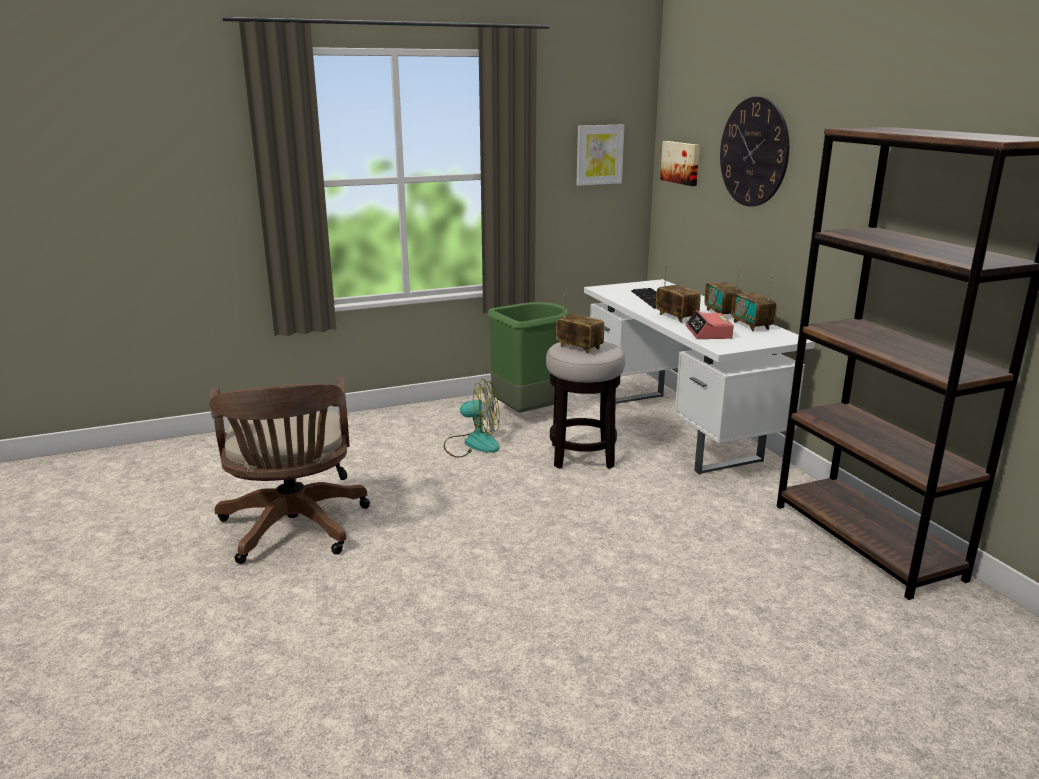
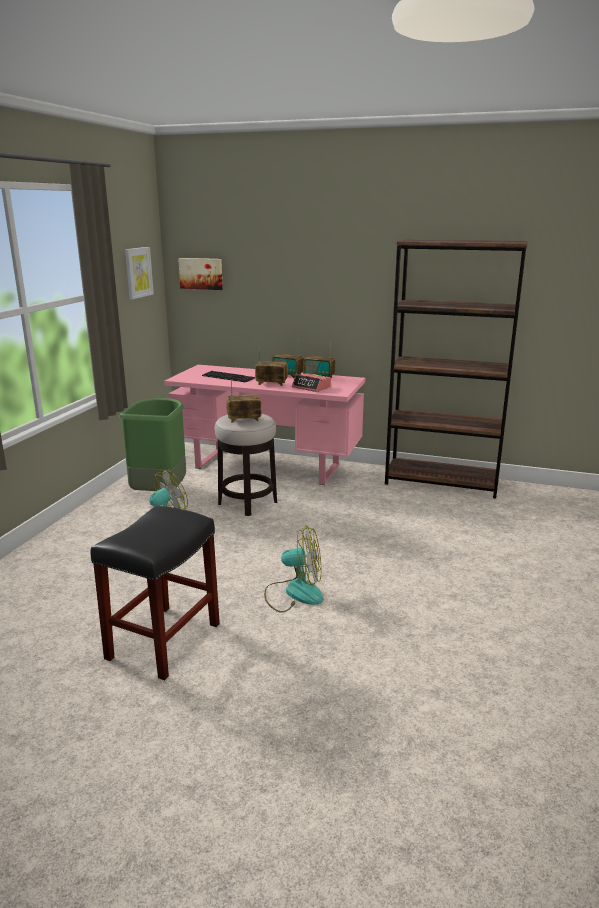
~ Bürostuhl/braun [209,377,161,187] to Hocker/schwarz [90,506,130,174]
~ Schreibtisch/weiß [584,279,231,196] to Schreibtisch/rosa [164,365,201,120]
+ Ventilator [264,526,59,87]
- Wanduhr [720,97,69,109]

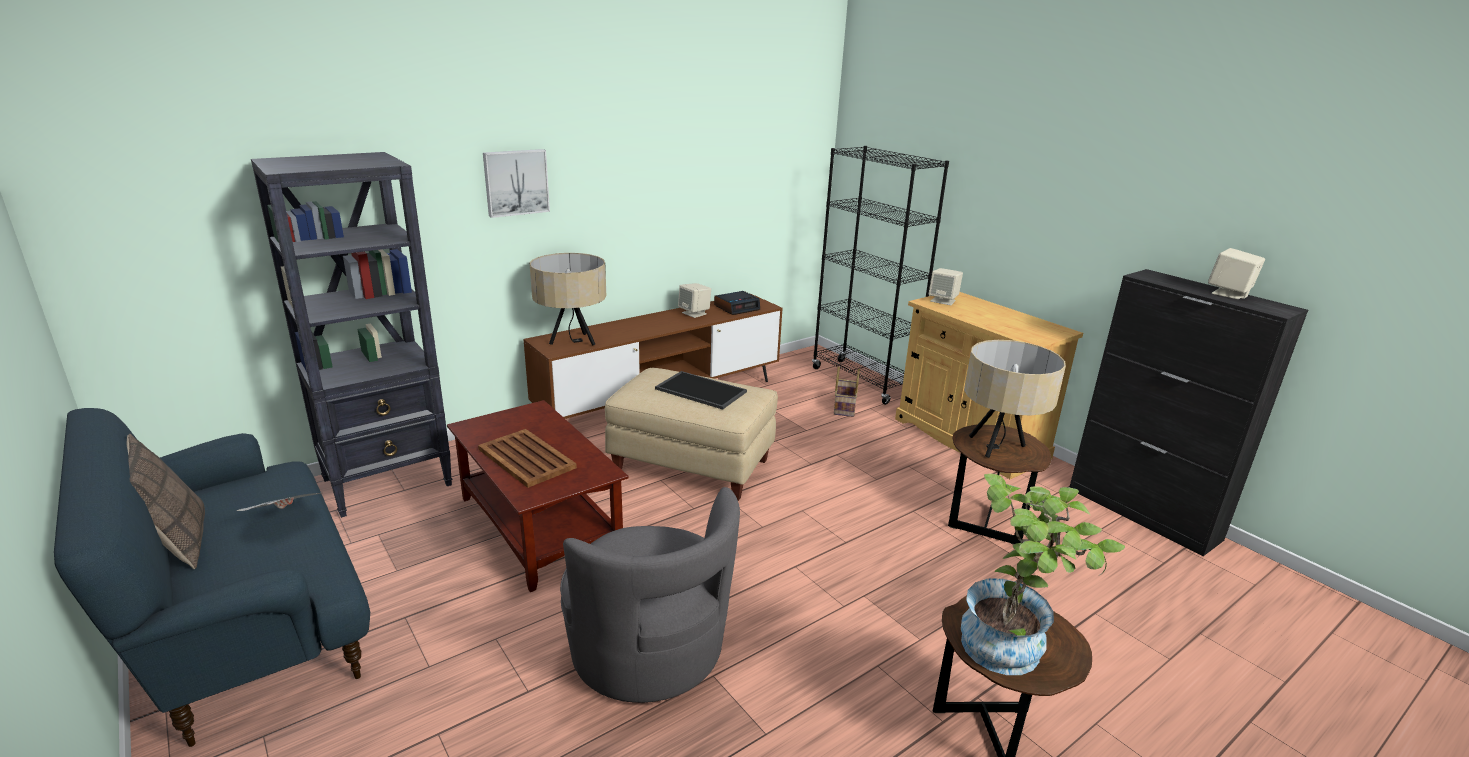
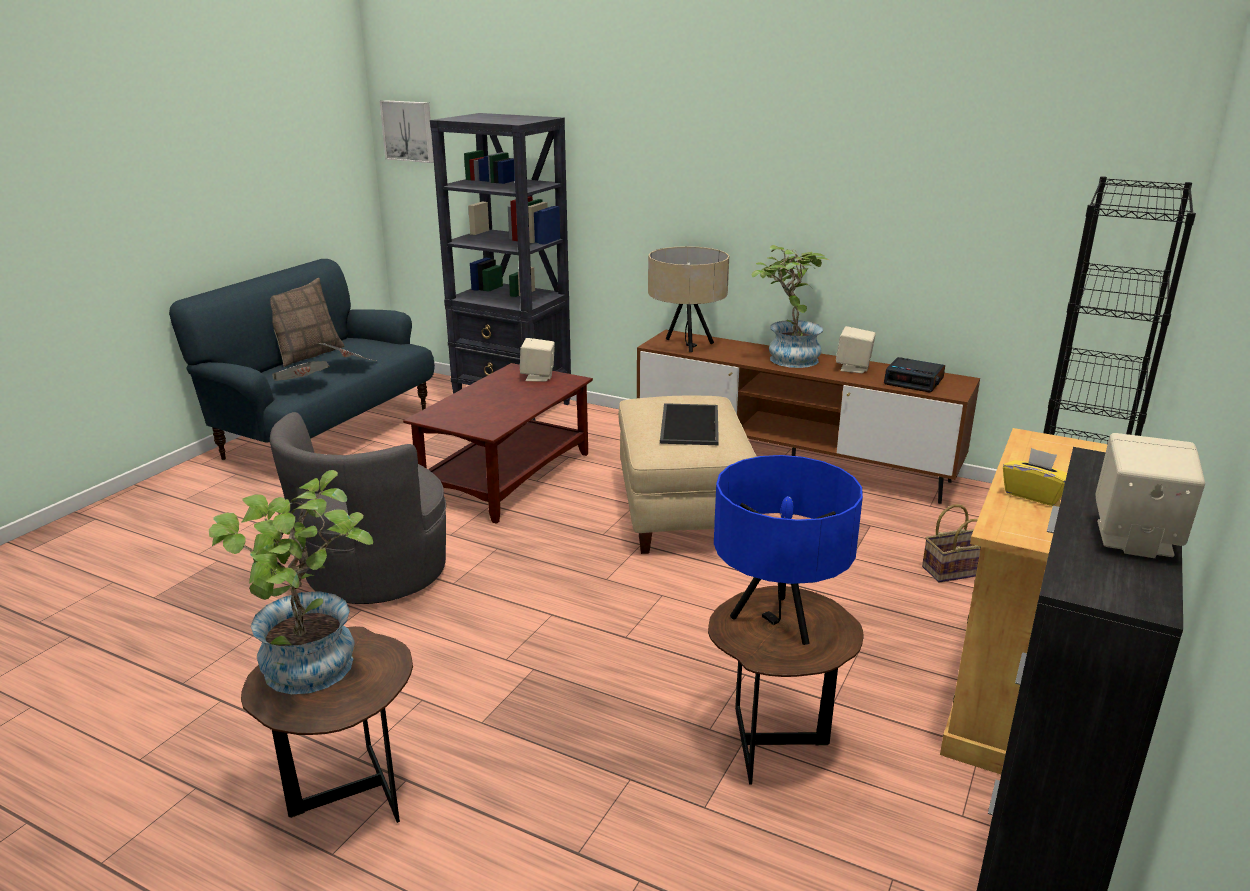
+ Zeitung [272,361,58,20]
~ Bild [483,149,67,69] to [380,100,54,63]
~ Lautsprecher/beige [929,268,34,37] to [520,338,35,44]
~ Tischlampe/beige [964,340,102,118] to Tischlampe/blau [714,455,149,190]
+ Topfpflanze [752,245,77,123]
+ Taschentuchbox/gelb [1003,448,64,58]
- Tablett/braun [478,429,99,59]

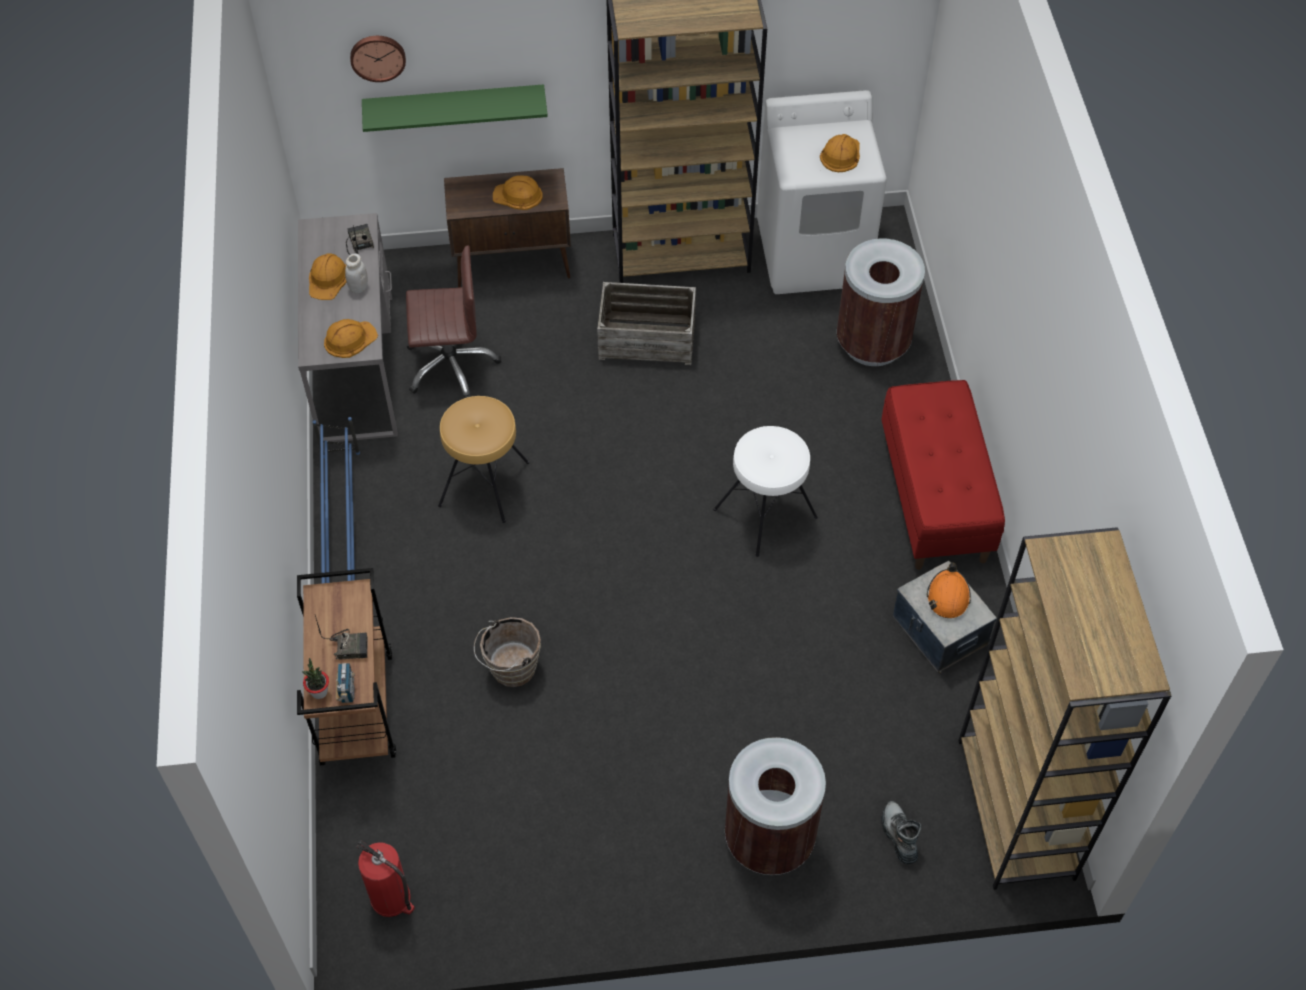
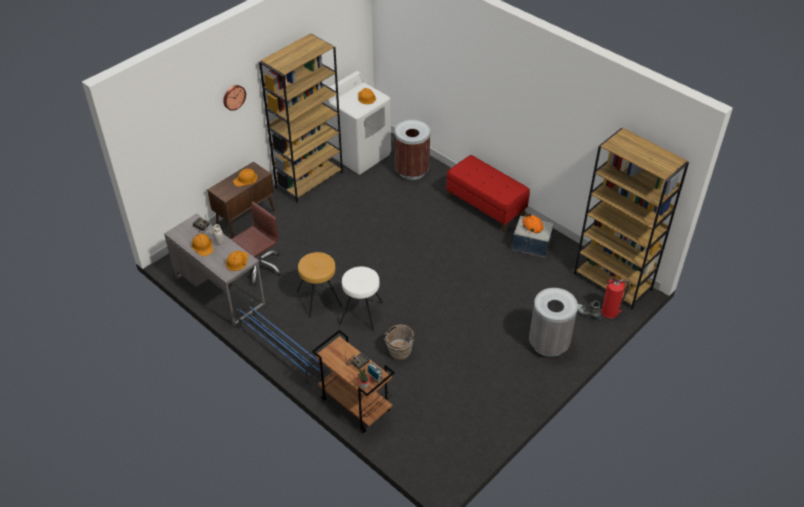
~ Wanduhr [350,36,56,46] to [223,85,23,26]
~ Hocker/weiß [713,426,105,131] to [339,267,44,64]
~ Mülleimer/braun [725,737,101,138] to Mülleimer/grau [529,288,49,69]
~ Feuerlöscher [356,840,59,77] to [601,278,28,41]
- Wandregal/grün [362,84,186,48]
- Kiste [597,282,99,83]

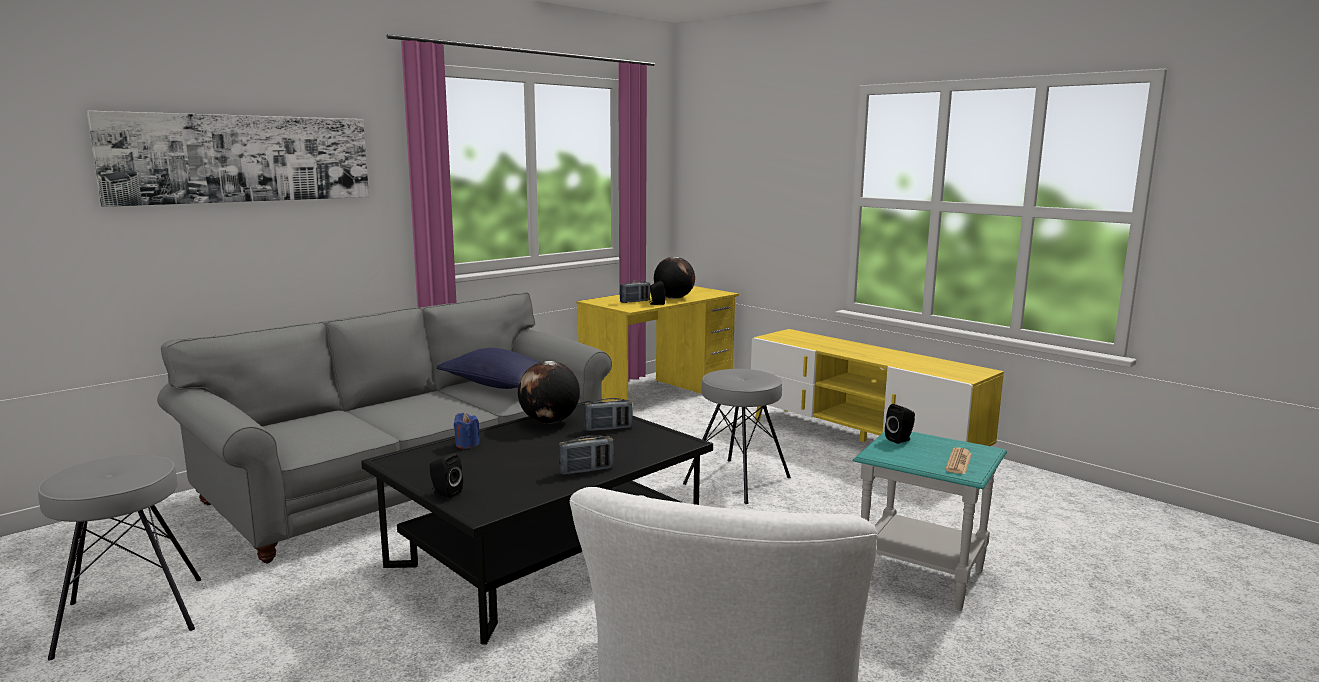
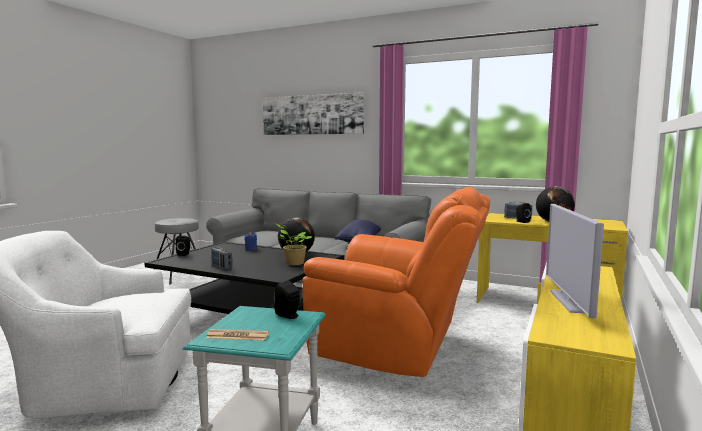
~ Radio [584,398,49,33] to Topfpflanze [276,224,36,41]
~ Hocker/grau [683,369,108,135] to Sessel/orange [303,187,187,190]
+ Fernseher [546,204,58,115]

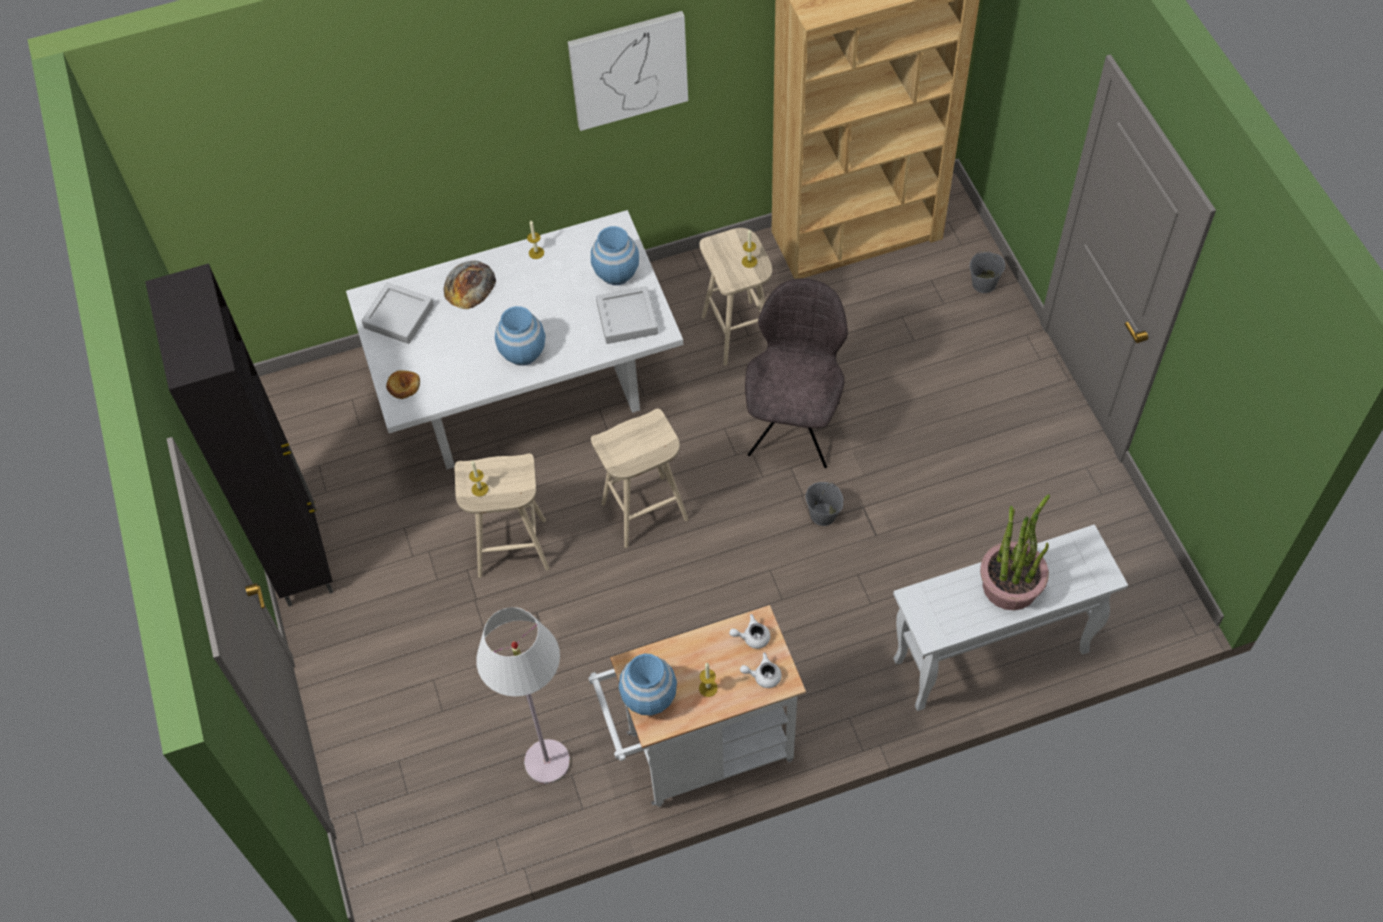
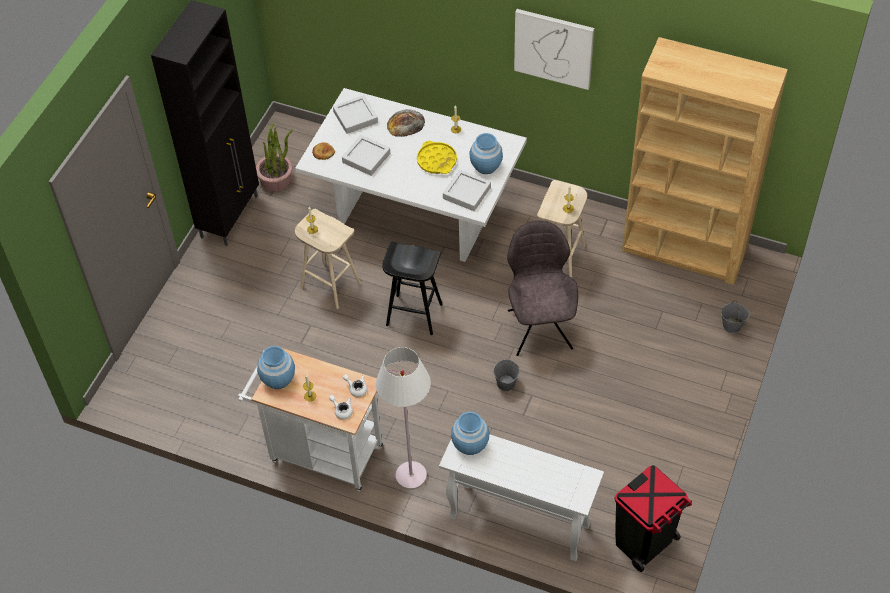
~ Topfpflanze [980,494,70,116] to [256,123,37,68]
+ Tablett/grau [342,135,48,41]
~ Stehlampe/weiß [476,607,94,177] to [376,347,55,143]
~ Hocker/beige [591,409,97,139] to Hocker/schwarz [382,242,61,93]
+ Tablett/gelb [417,141,40,33]
~ Vase/blau [495,306,50,60] to [451,412,38,43]
~ Stuhl/grau [745,278,103,190] = [507,221,71,135] 60 degrees counterclockwise
+ Mülleimer/schwarz [614,465,78,107]

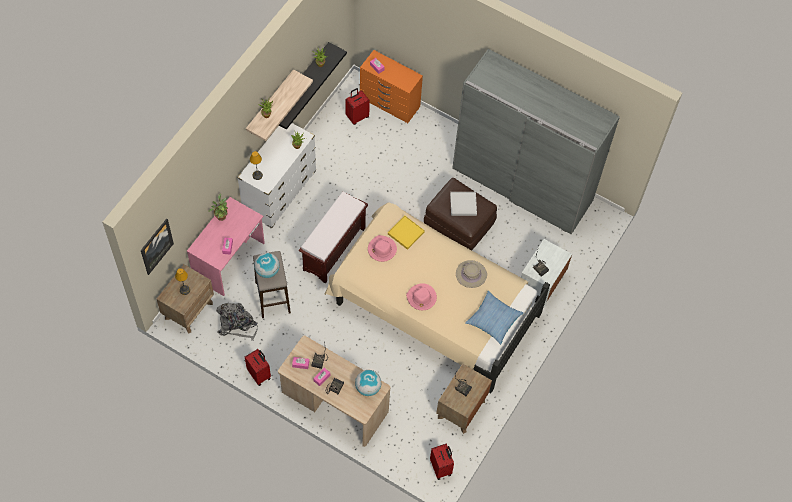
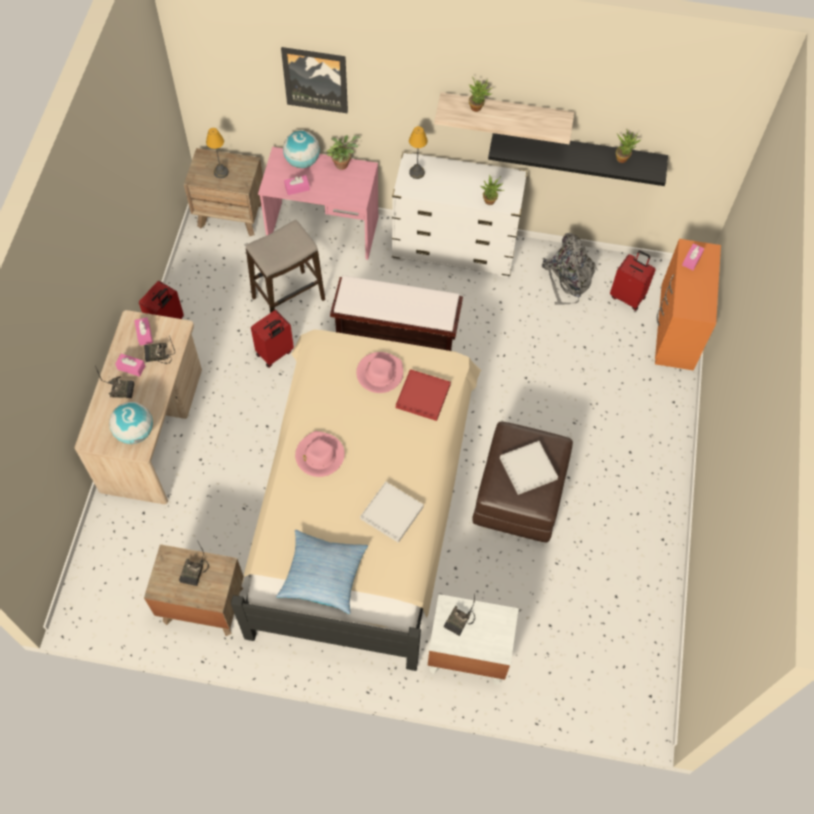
~ Koffer/rot [430,444,24,36] to [251,310,43,58]
~ Bild [141,219,33,56] to [281,47,67,66]
~ Globus [254,253,26,25] to [283,131,37,37]
~ Hut/beige [456,260,31,28] to Tablett/weiß [360,482,64,61]
~ Tablett/gelb [388,216,37,34] to Tablett/rot [396,369,55,52]
~ Rucksack/grau [216,303,42,38] to [542,233,56,72]
- Kleiderschrank/grau [452,49,168,185]

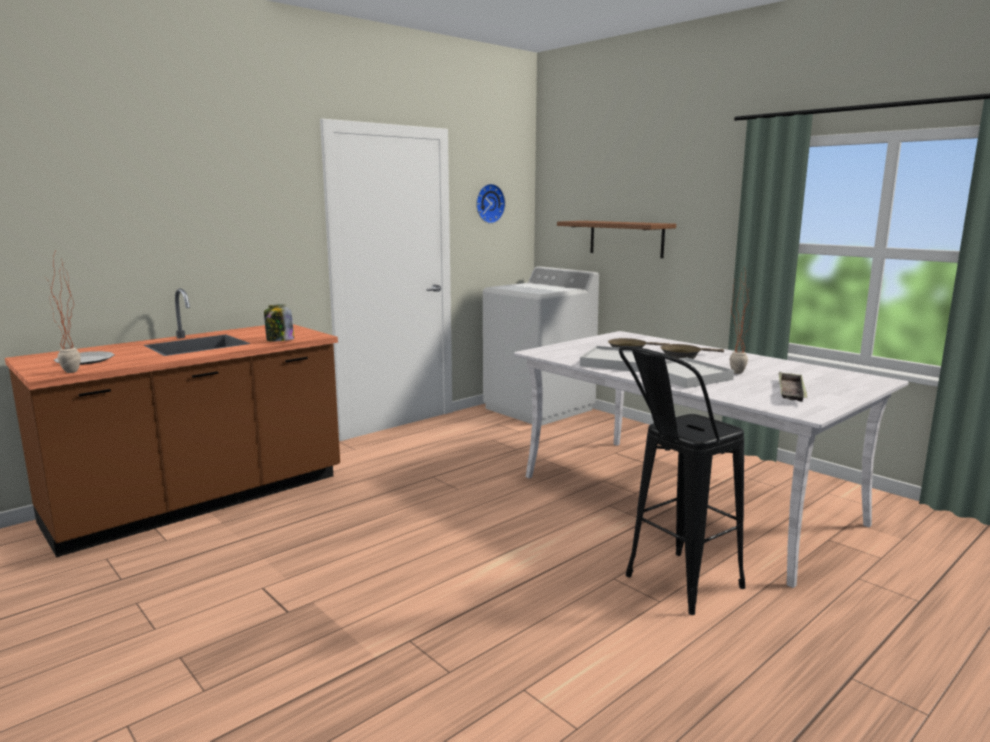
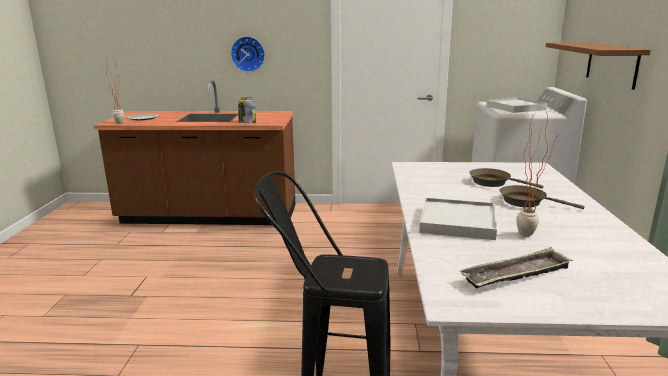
~ Wanduhr [476,184,30,40] to [230,36,35,36]
~ Tablett/weiß [580,346,59,26] to [486,98,62,15]

